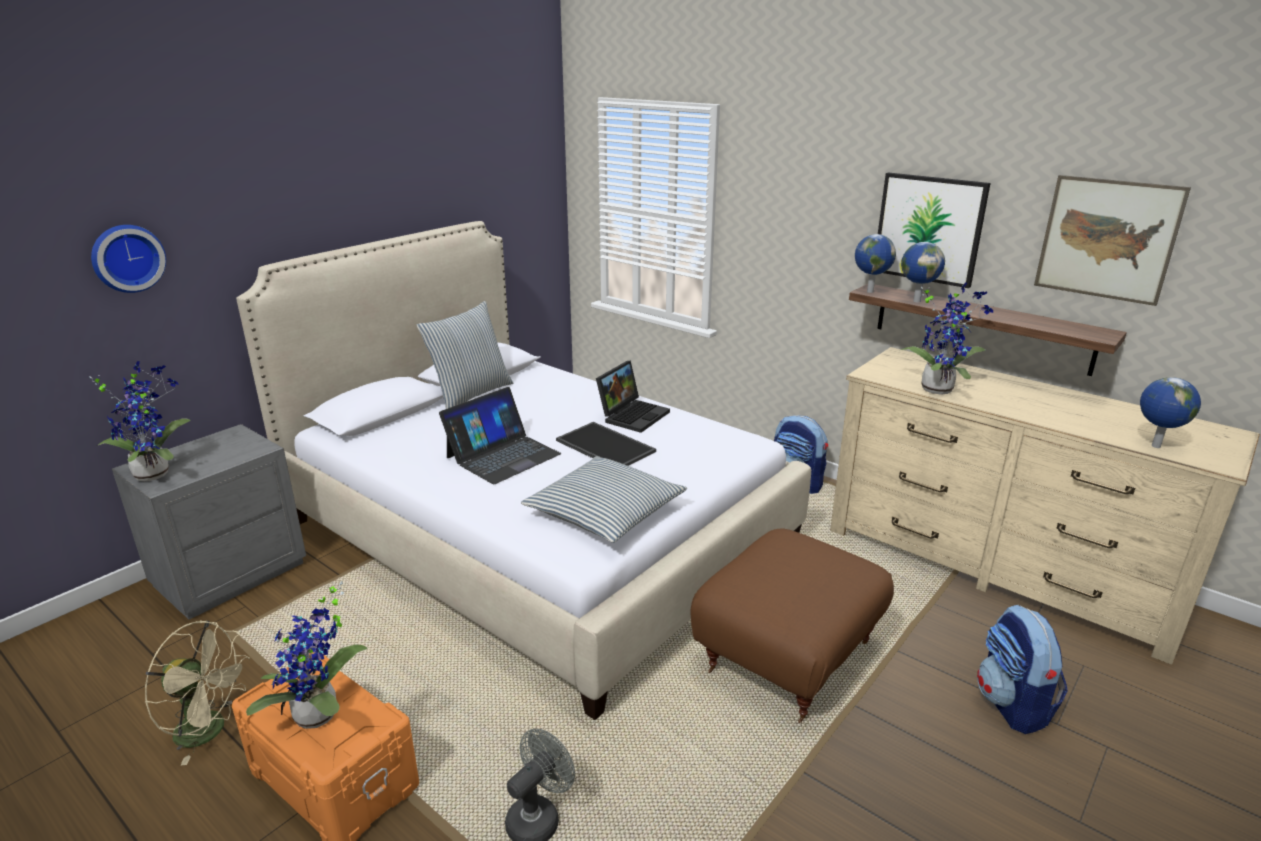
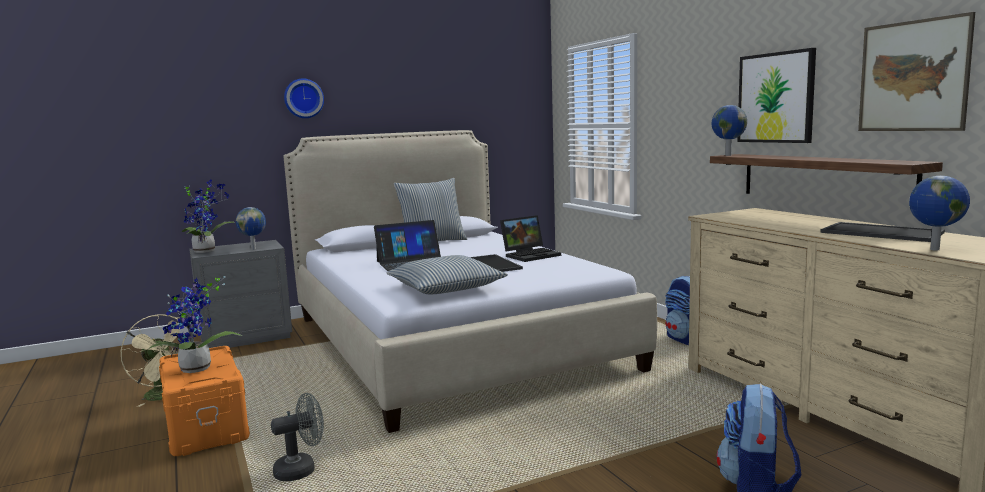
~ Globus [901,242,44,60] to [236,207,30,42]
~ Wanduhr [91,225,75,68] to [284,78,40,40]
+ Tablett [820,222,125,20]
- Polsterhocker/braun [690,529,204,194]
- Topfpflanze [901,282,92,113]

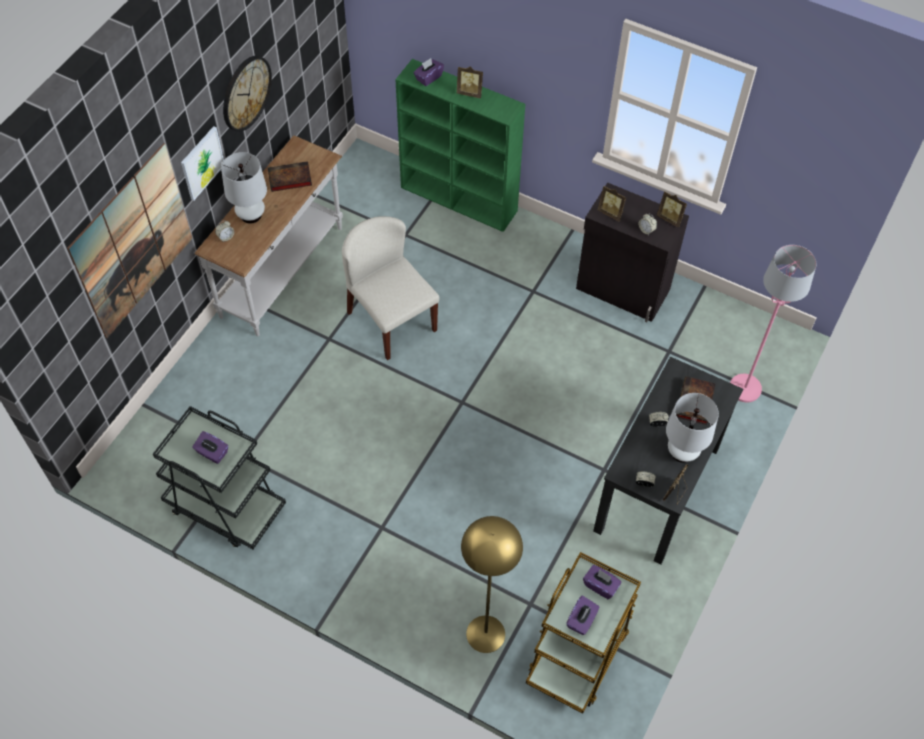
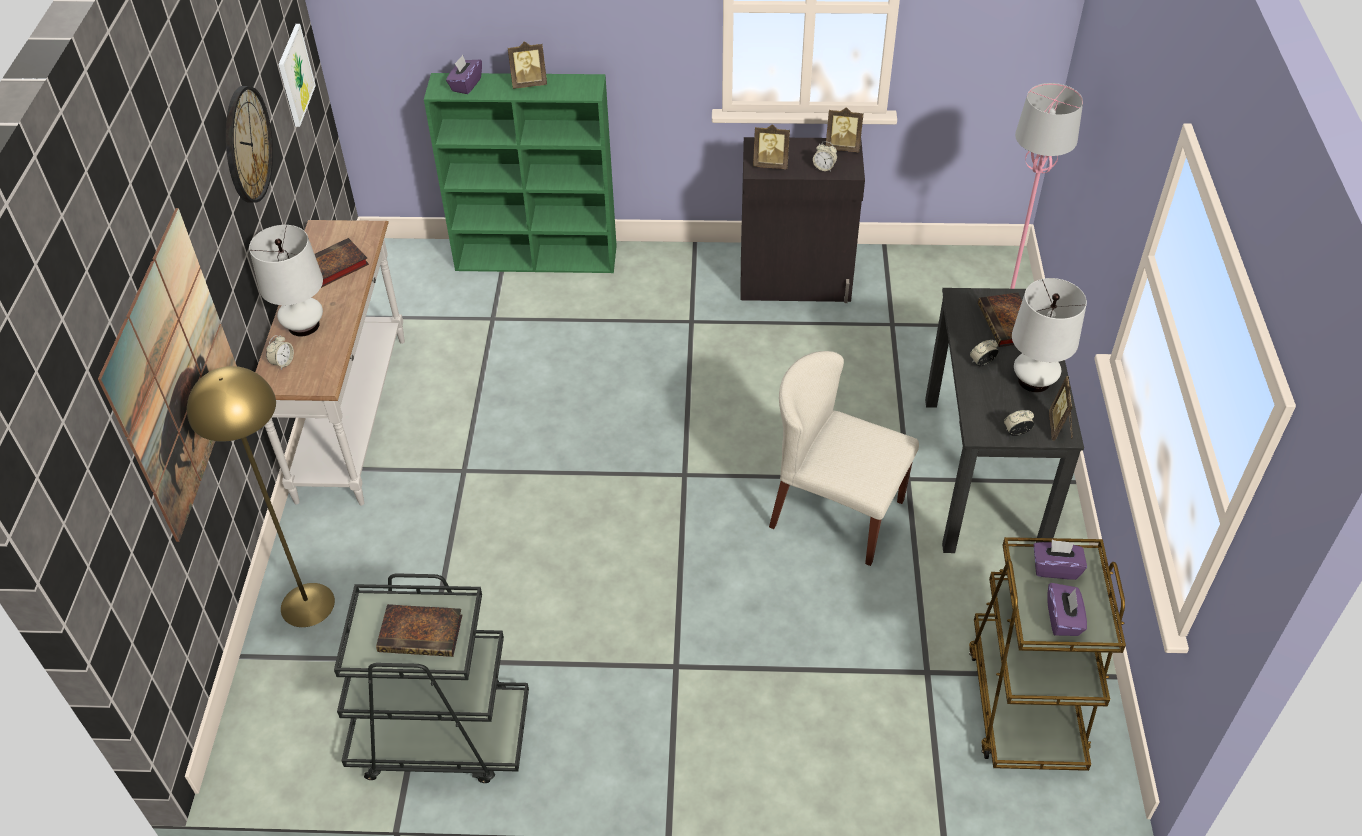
~ Stehlampe/gelb [461,516,62,137] to [187,366,148,261]
~ Bild [181,126,43,75] to [278,24,38,103]
~ Taschentuchbox/lila [192,431,36,33] to Buch [376,604,86,53]
~ Stuhl/beige [342,216,98,144] to [769,351,150,215]

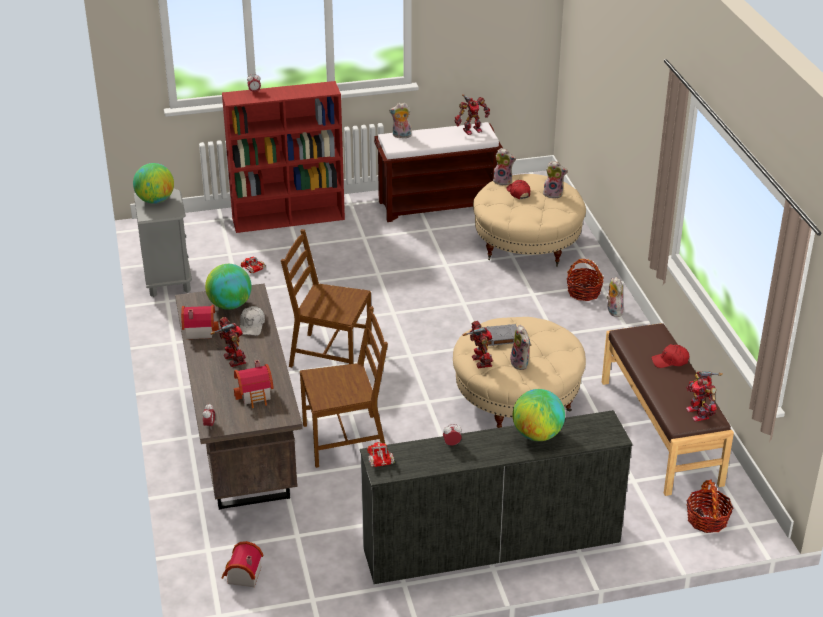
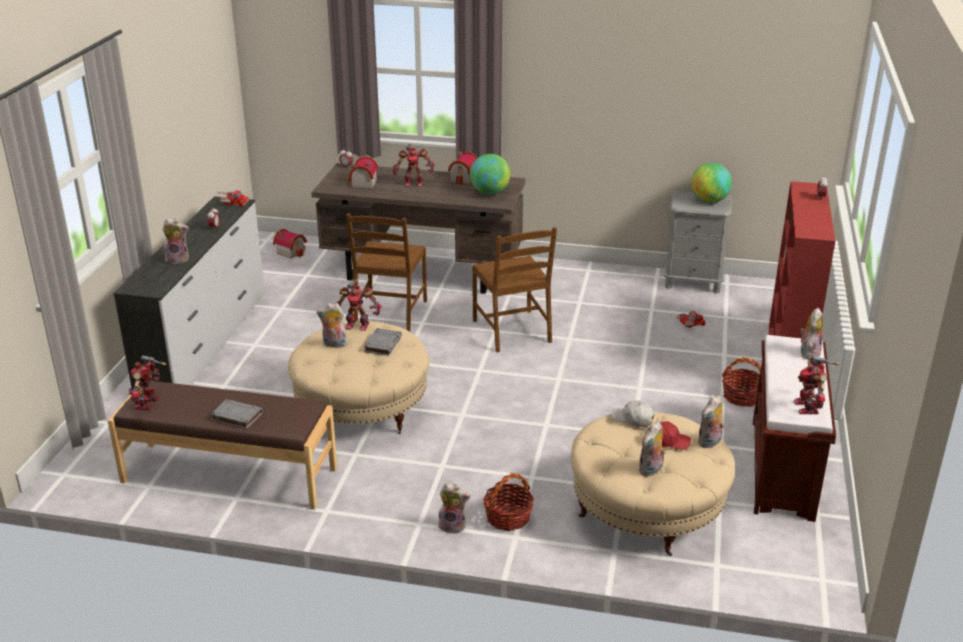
~ Spielzeugroboter [686,371,37,50] = [129,355,37,56] 90 degrees counterclockwise
~ Globus [513,389,52,52] to Plüschtier [162,218,27,46]
~ Kappe/rot [651,344,38,24] to Buch/grau [211,399,52,30]
~ Stuhl/braun [281,229,91,138] = [472,227,85,125] 120 degrees clockwise
~ Kappe/weiß [240,306,25,30] to [612,400,42,27]
~ Korb [686,479,47,54] to [722,358,39,49]

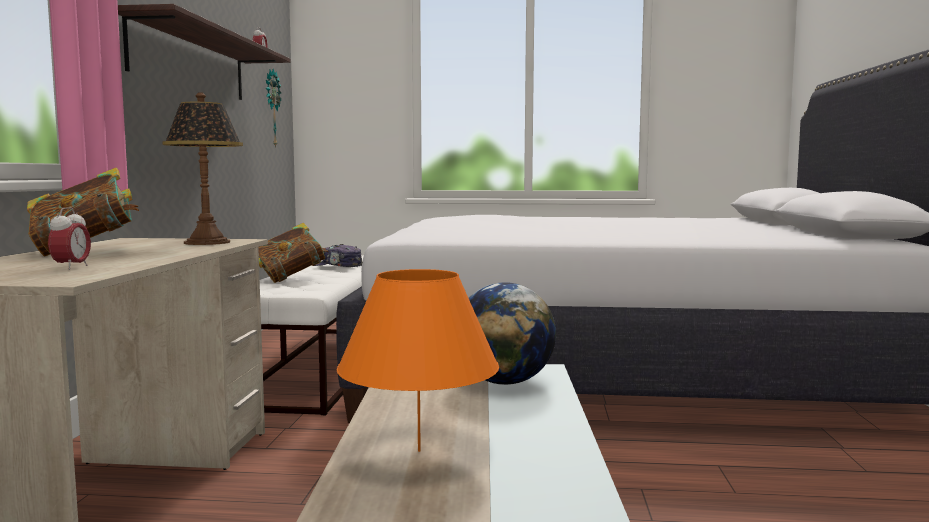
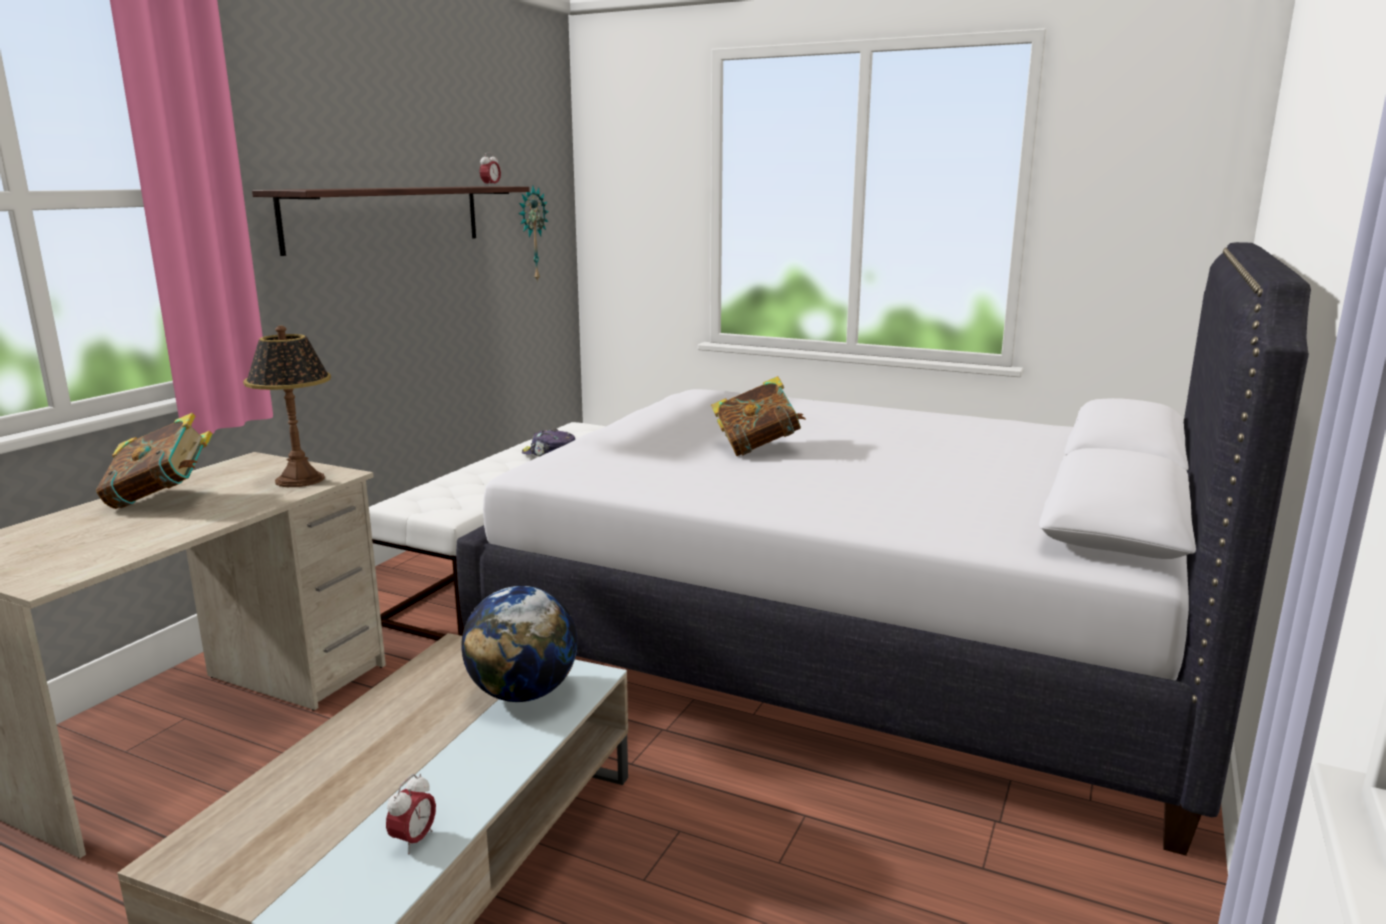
~ Wecker [48,207,43,63] to [386,774,50,80]
~ Buch [258,223,71,60] to [711,376,95,80]
- Tischlampe/orange [336,269,163,183]

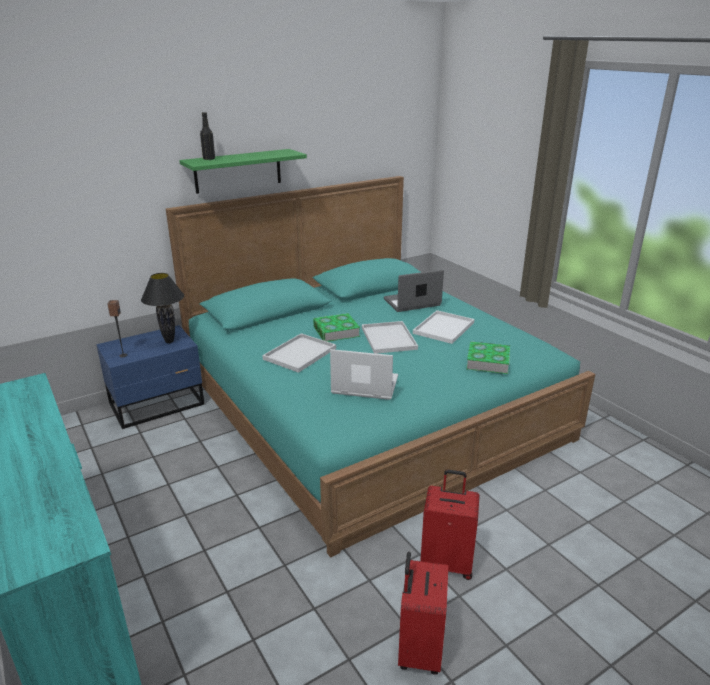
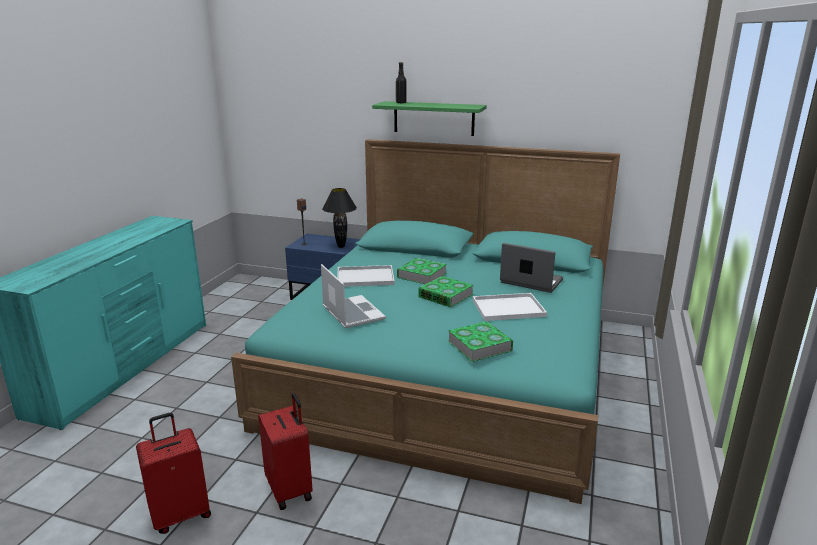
~ Tablett/weiß [362,321,56,33] to Buch [418,276,55,32]

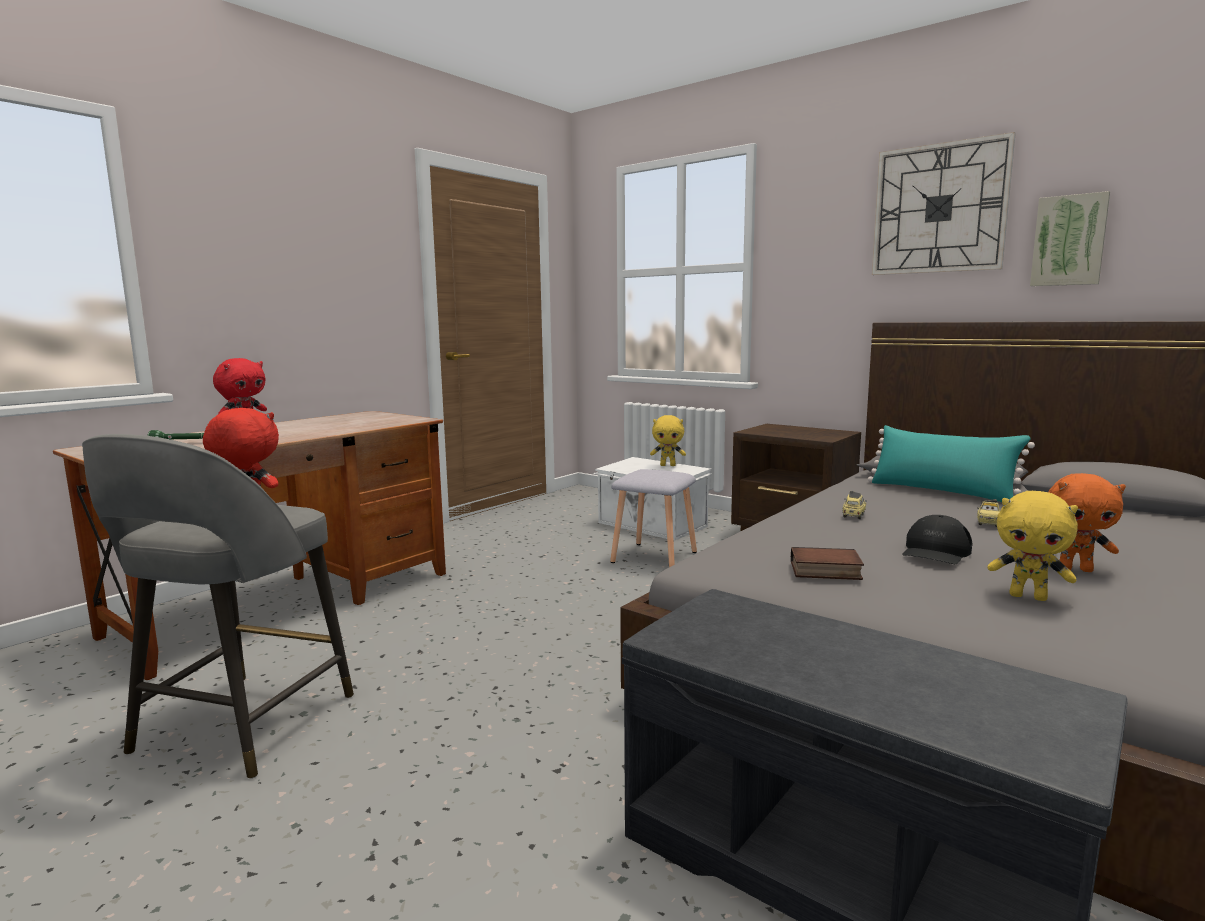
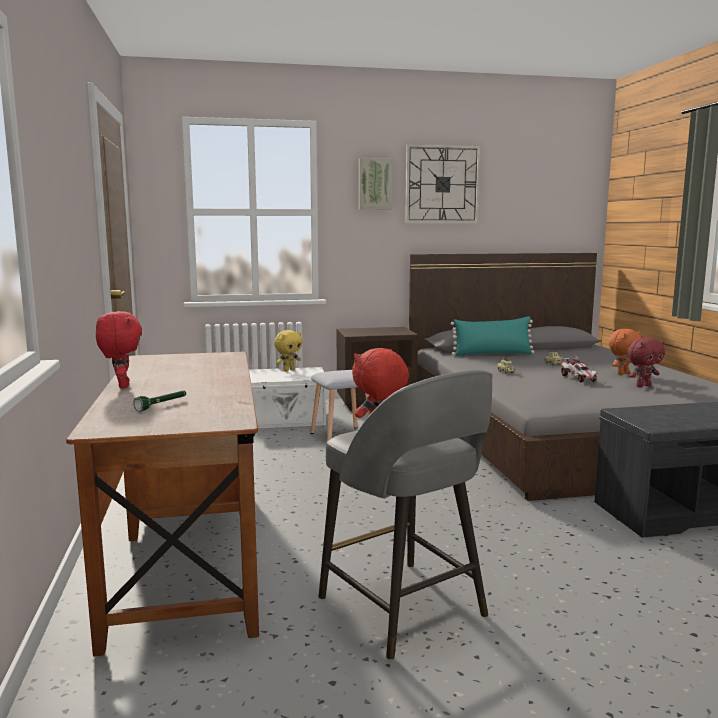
~ Bild [1030,191,80,95] to [359,158,34,52]
~ Kappe/schwarz [902,515,70,49] to Spielzeugauto [561,355,37,27]
~ Plüschtier/gelb [988,491,90,110] to Plüschtier/rot [628,337,37,50]
- Buch [791,547,73,33]

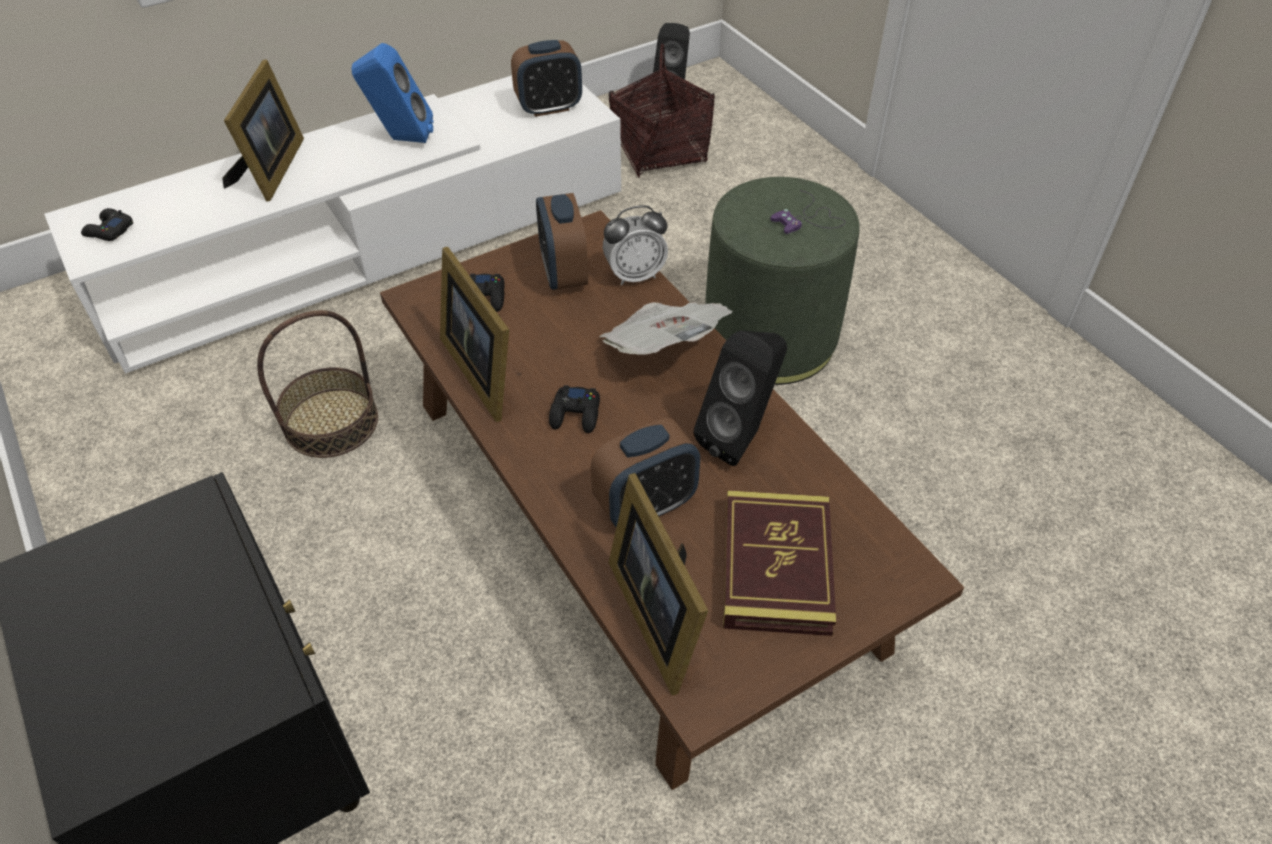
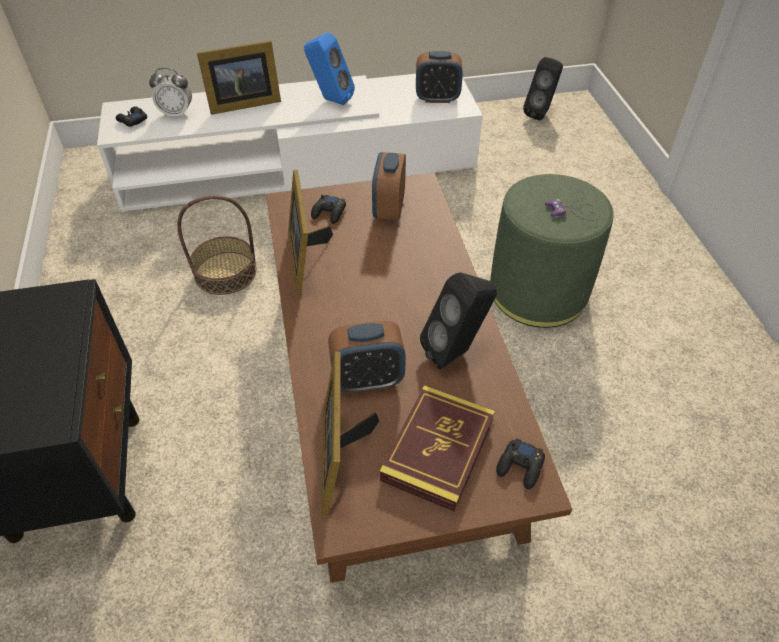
~ Wecker [603,205,65,80] to [149,68,43,50]
~ Bilderrahmen [223,60,81,141] = [197,40,84,75] 45 degrees clockwise
~ Gamepad/schwarz [549,385,51,48] to [496,439,49,50]
- Zeitung [599,302,133,53]
- Korb [609,43,106,135]

